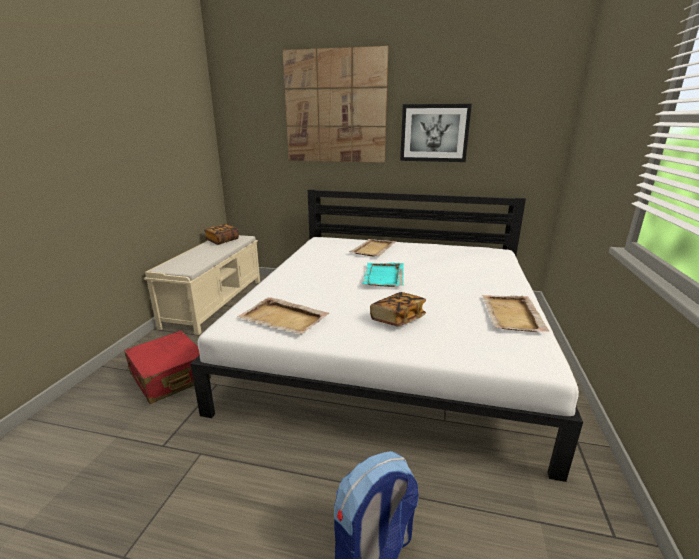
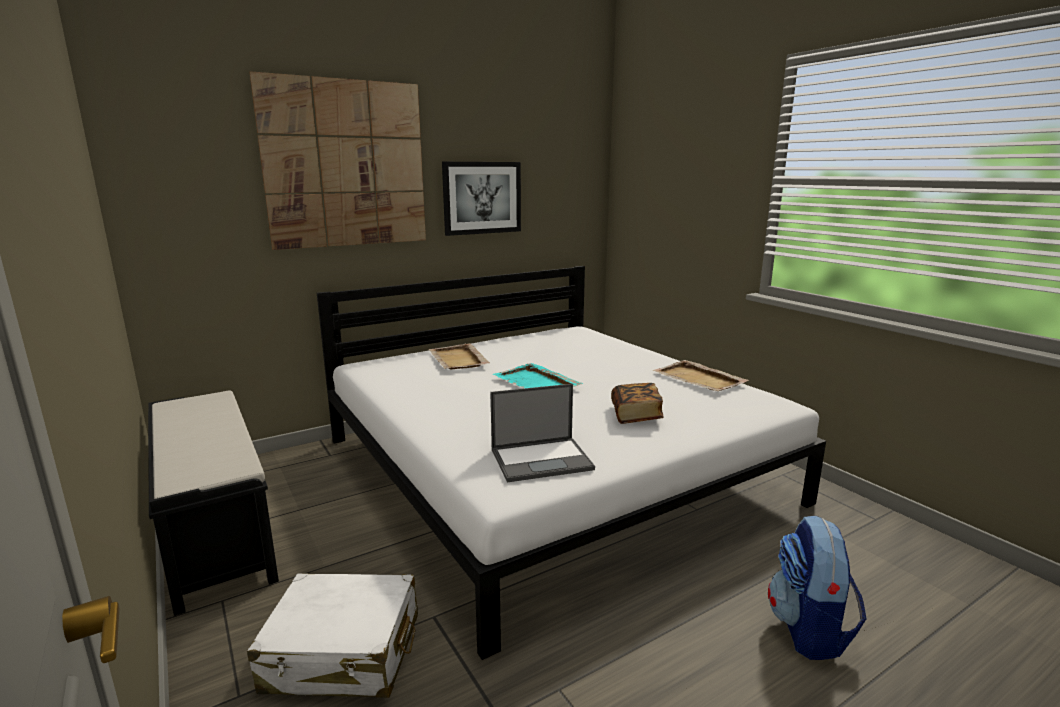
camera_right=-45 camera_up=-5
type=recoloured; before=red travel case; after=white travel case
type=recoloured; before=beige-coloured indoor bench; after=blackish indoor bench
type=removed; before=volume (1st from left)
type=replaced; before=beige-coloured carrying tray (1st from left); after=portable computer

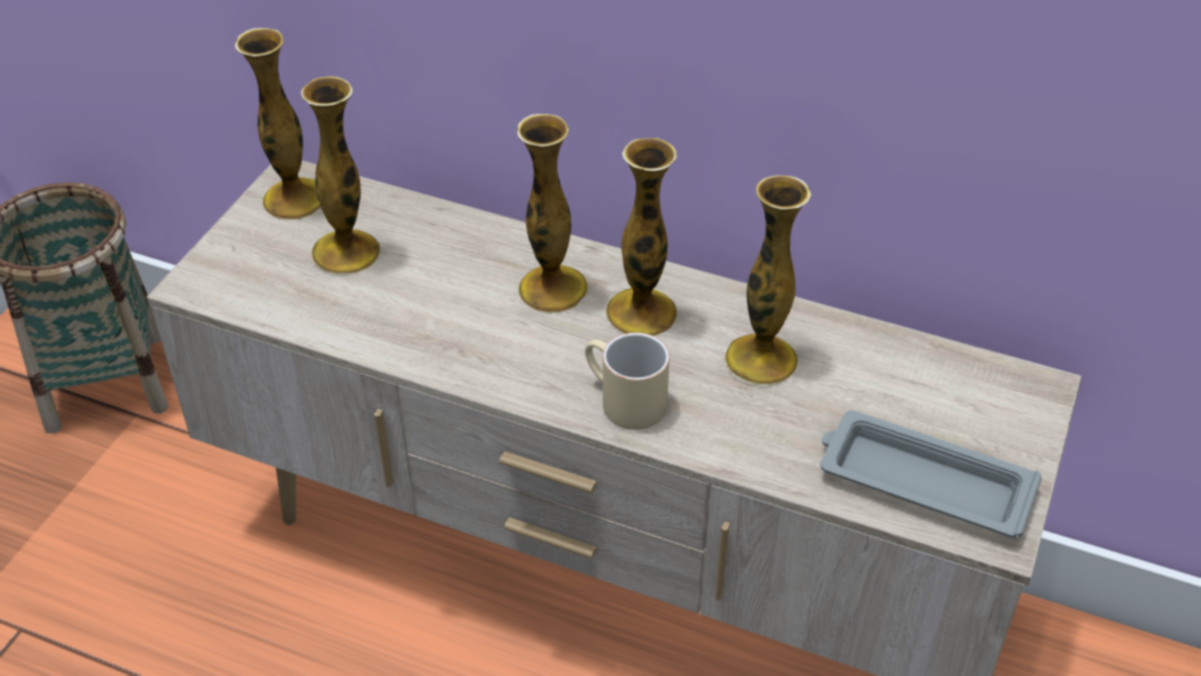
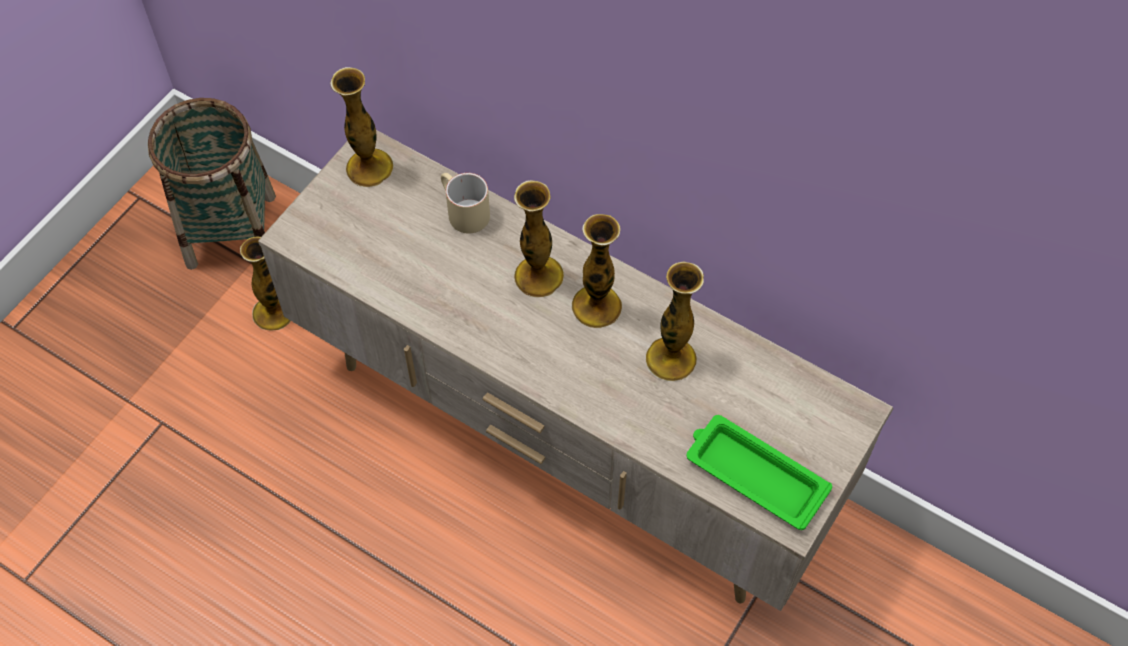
camera_right=10 camera_up=15
type=moved; before=flower vase (2nd from left in the first image); after=flower vase (1st from left)
type=moved; before=beige-coloured coffee mug
type=recoloured; before=greyish carrying tray; after=green carrying tray

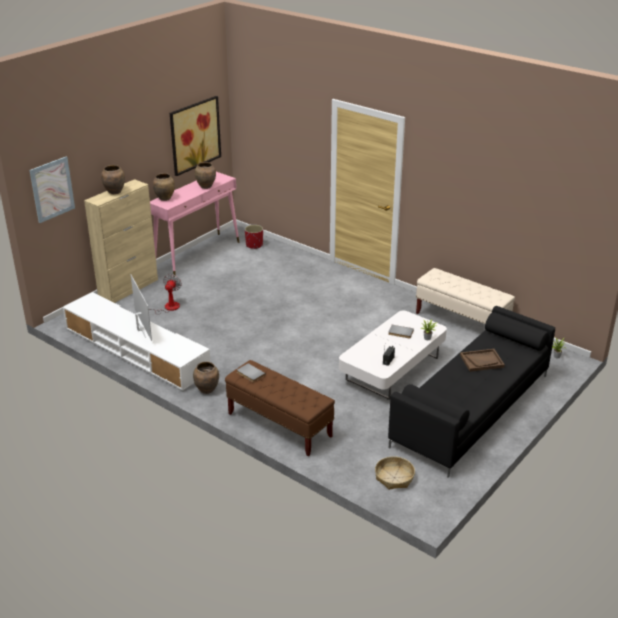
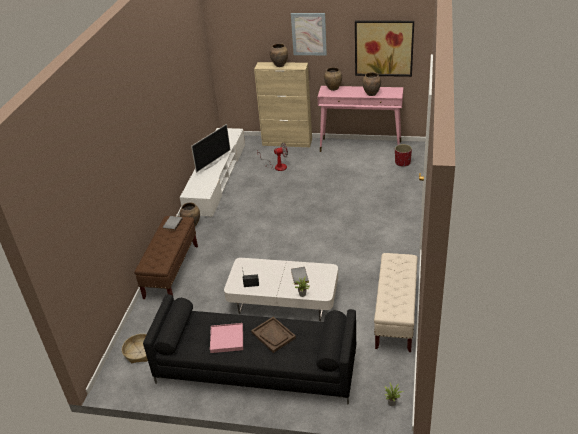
camera_right=65 camera_up=5
type=moved; before=wall picture (1st from left)
type=added; after=pinkish carrying tray

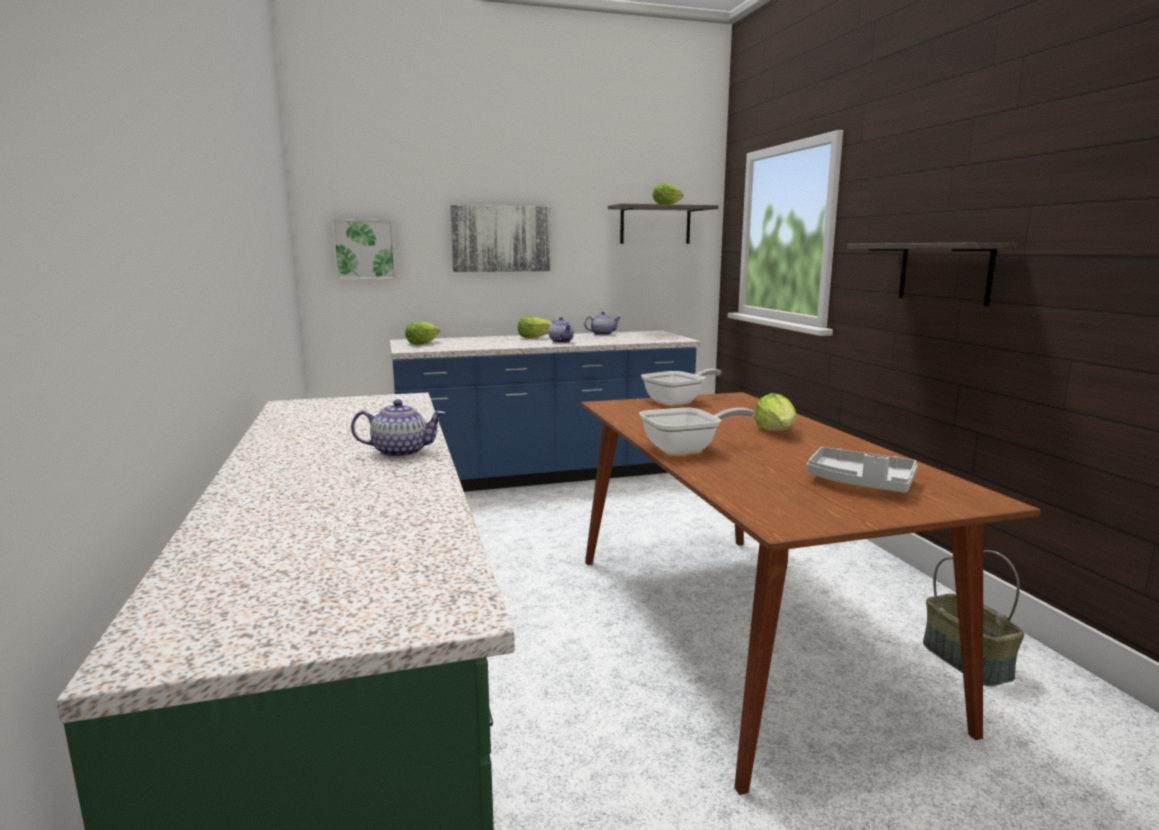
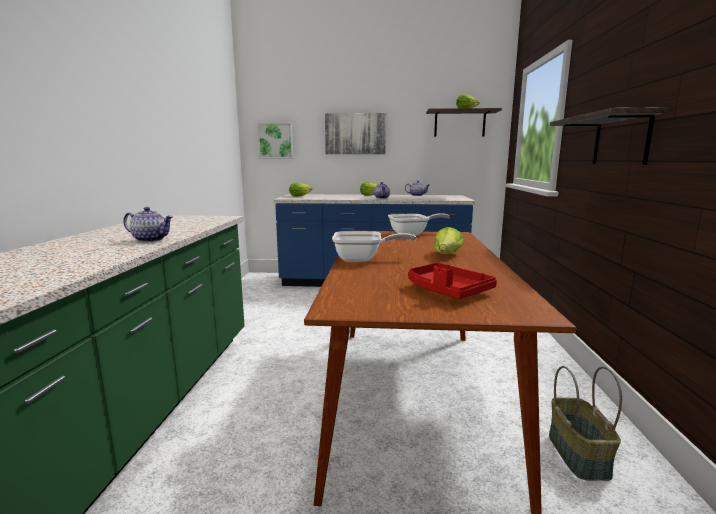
camera_right=20 camera_up=0
type=recoloured; before=greyish carrying tray; after=red carrying tray

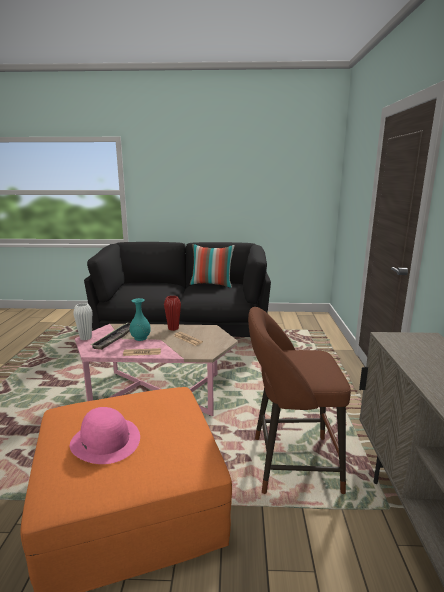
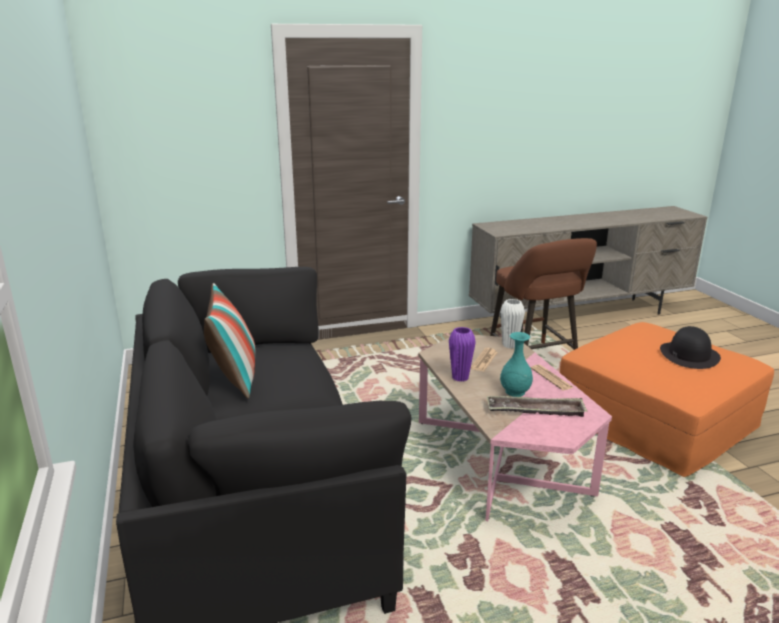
camera_right=-110 camera_up=5
type=recoloured; before=pinkish hat; after=blackish hat
type=moved; before=white flower vase
type=recoloured; before=red flower vase; after=purple flower vase

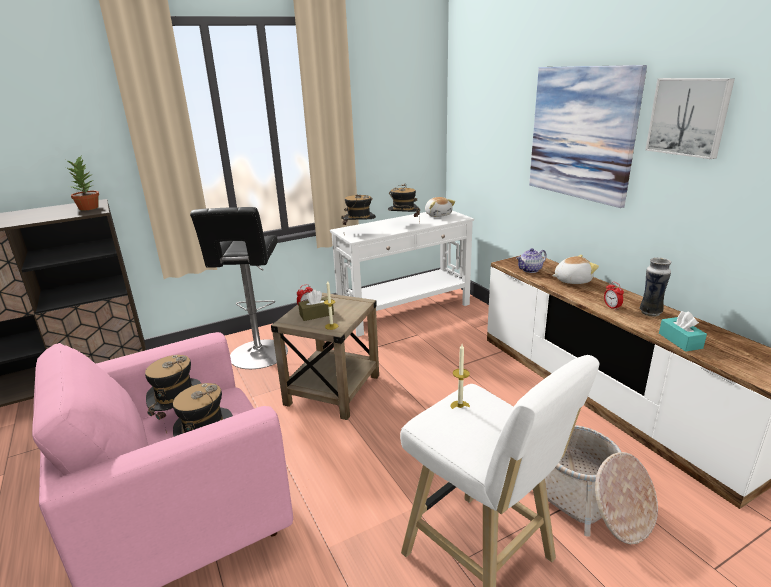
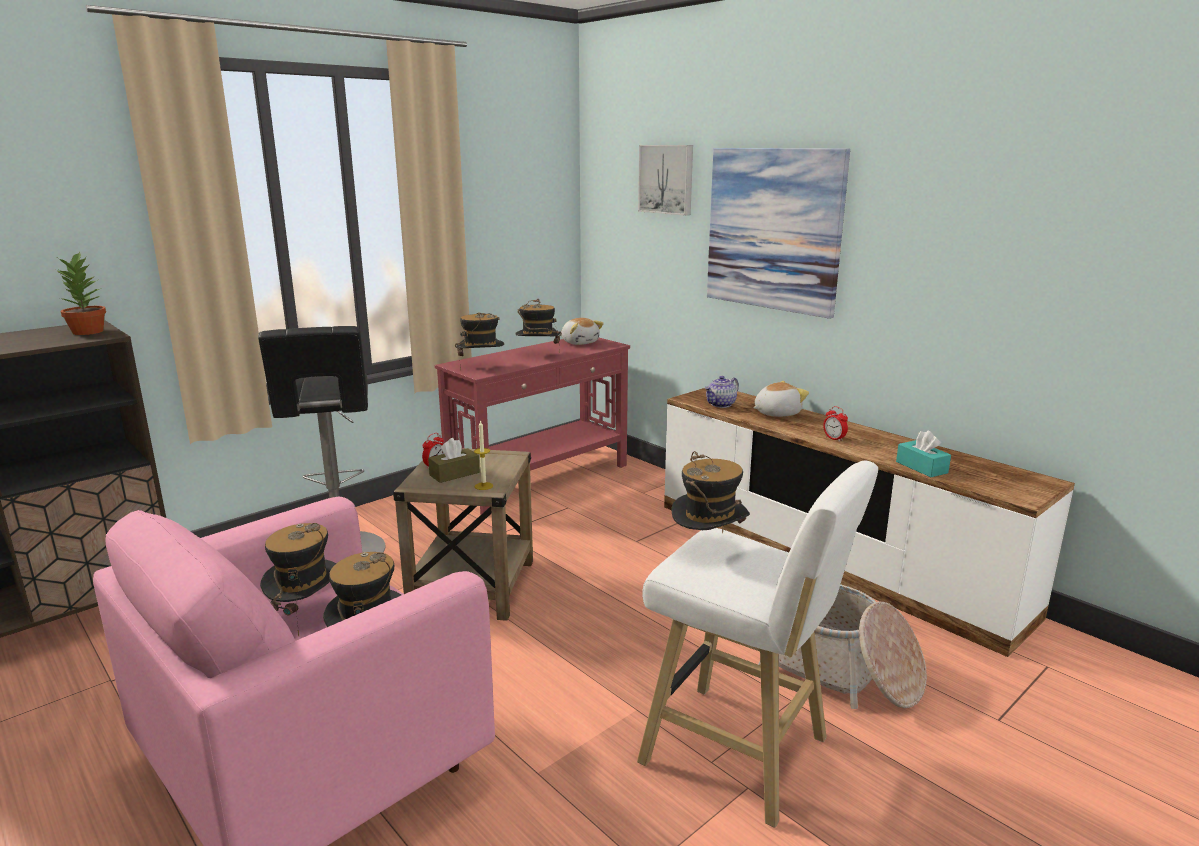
camera_right=-15 camera_up=-5
type=recoloured; before=white hall table; after=red hall table
type=replaced; before=wax candle (2nd from left); after=hat (5th from left)
type=removed; before=flower vase
type=moved; before=wall picture (2nd from left in the first image); after=wall picture (1st from left)

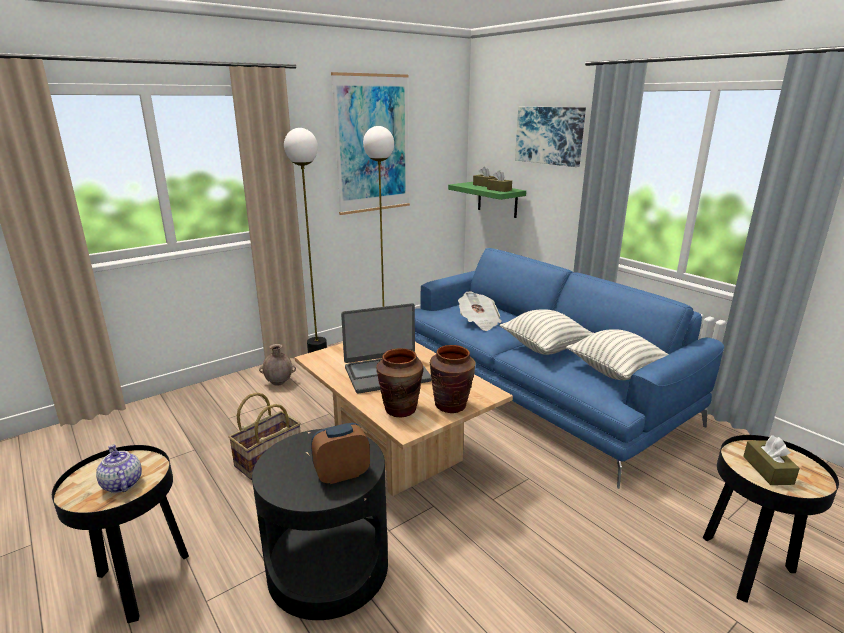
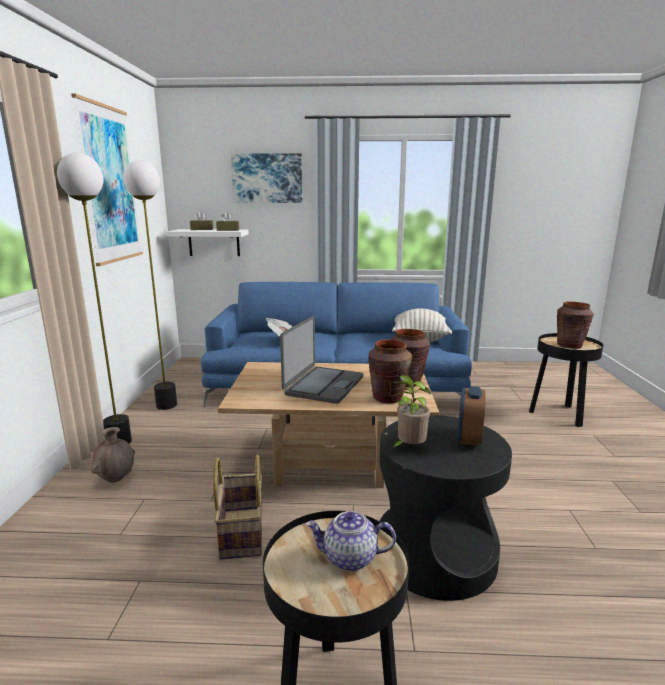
camera_right=-50 camera_up=-5
type=recoloured; before=green bracket shelf; after=white bracket shelf
type=removed; before=throw pillow (1st from left)
type=replaced; before=brown-coloured box of tissues (3rd from left); after=brown-coloured flower vase (4th from left)
type=added; after=plant in a pot

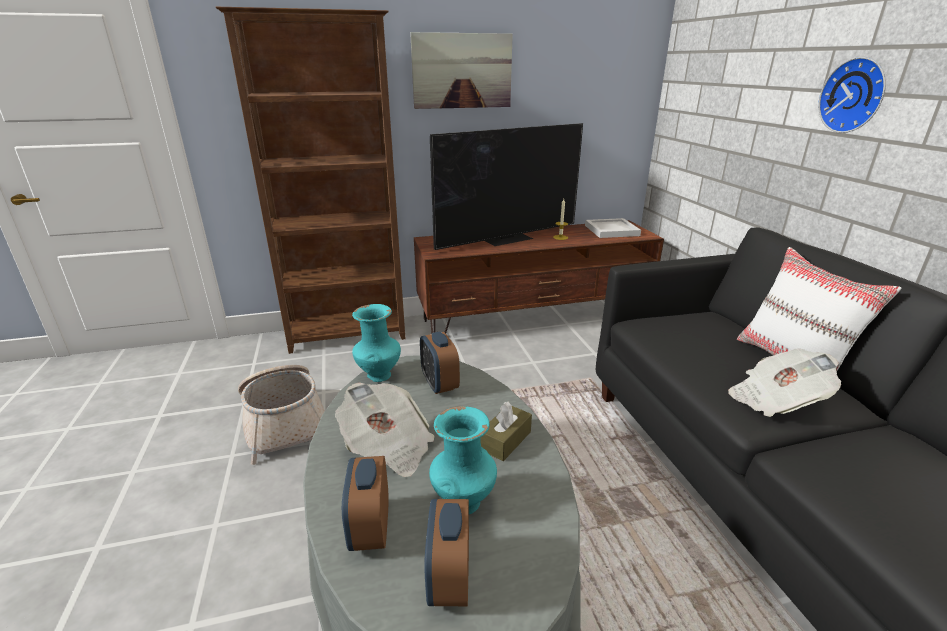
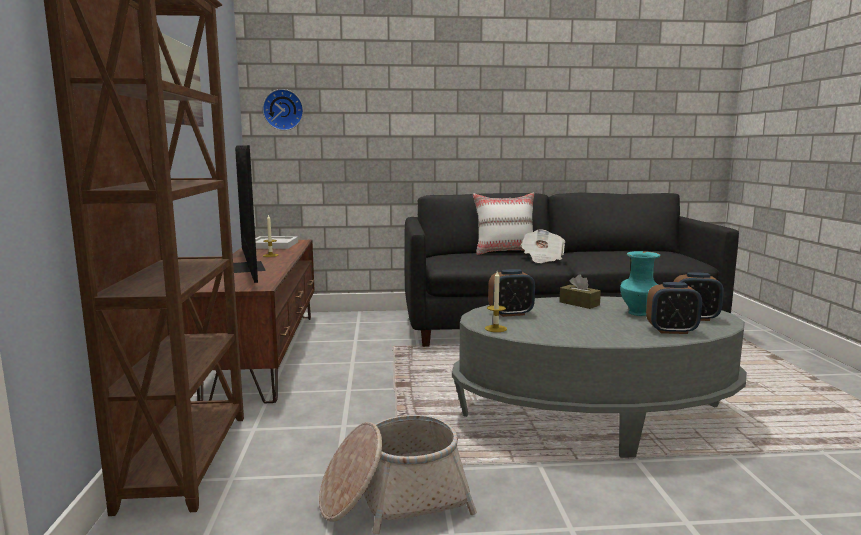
camera_right=-80 camera_up=-15
type=removed; before=daily paper (1st from left)
type=replaced; before=turquoise flower vase (1st from left); after=wax candle (2nd from left)
type=moved; before=hanging clock

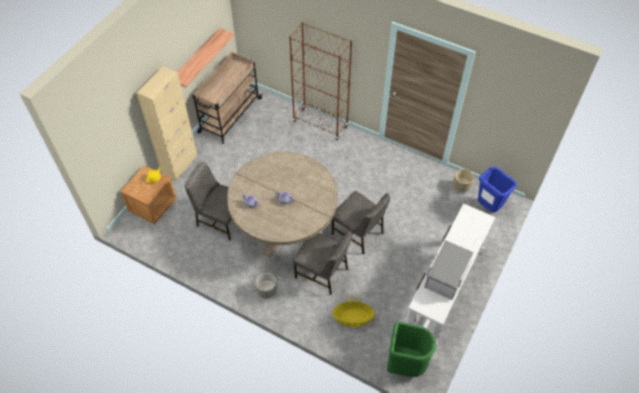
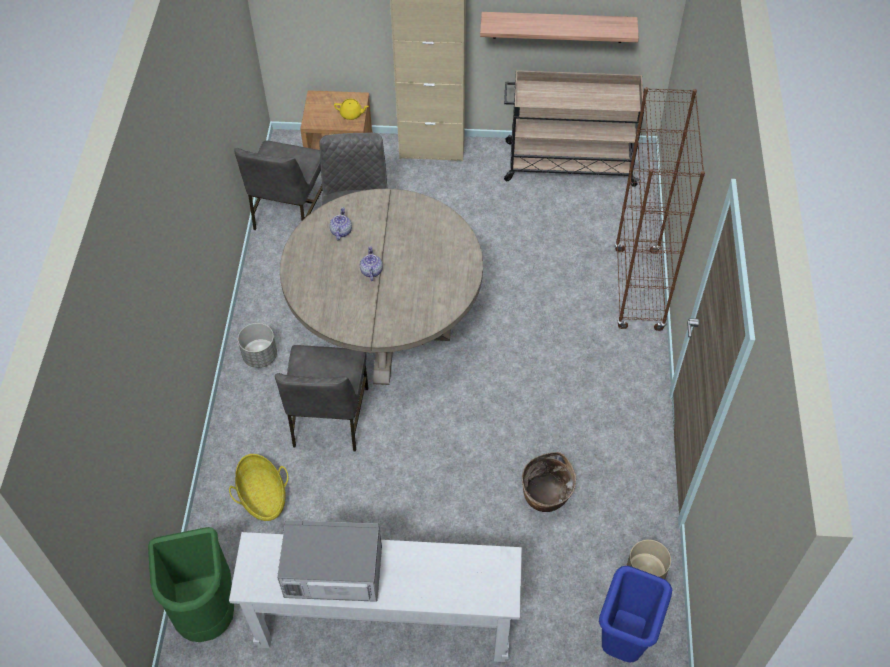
camera_right=65 camera_up=0
type=moved; before=greyish upright chair (3rd from left in the first image); after=greyish upright chair (1st from left)
type=added; after=basket (2nd from left)

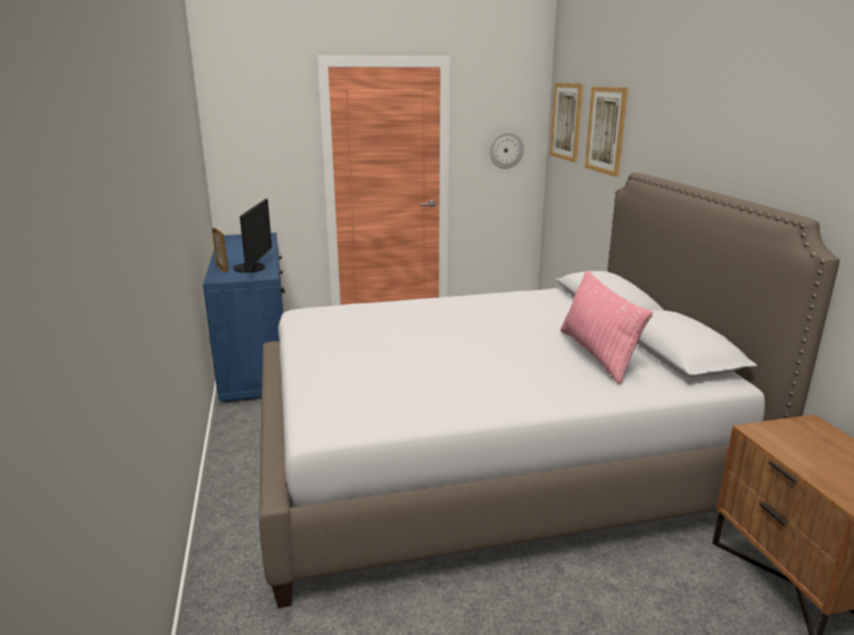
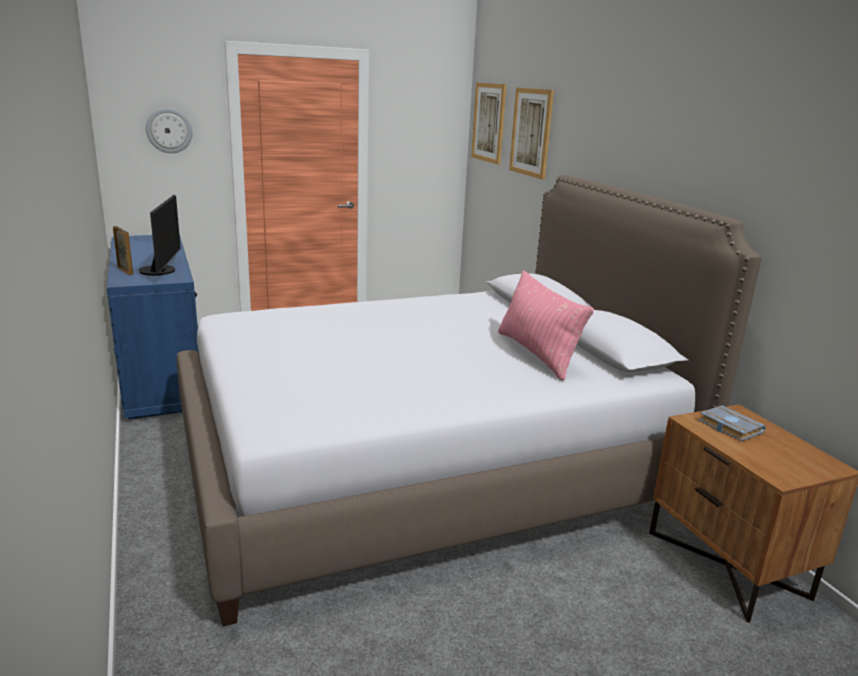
camera_right=-10 camera_up=0
type=moved; before=hanging clock
type=added; after=greyish volume

